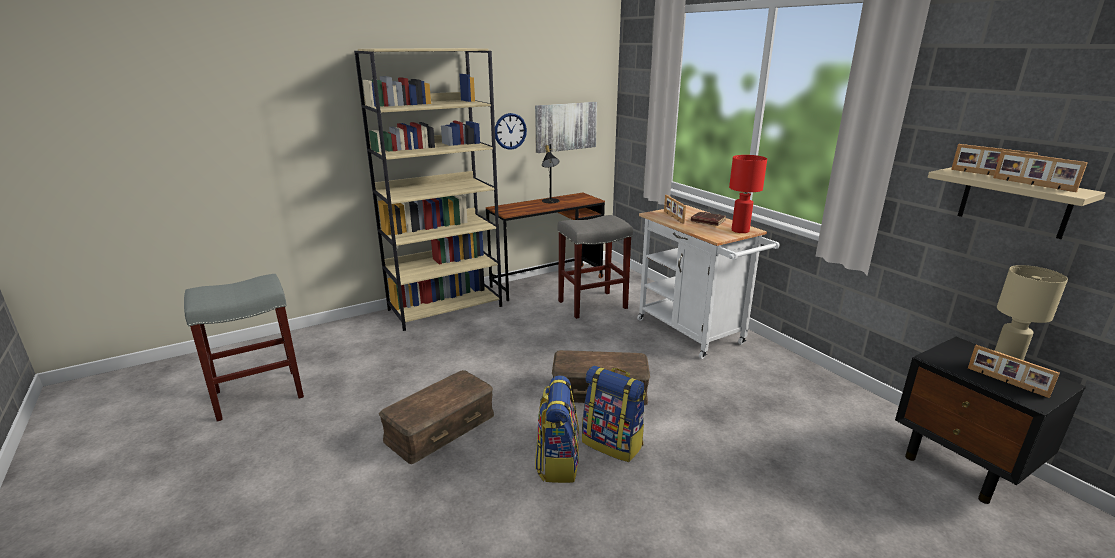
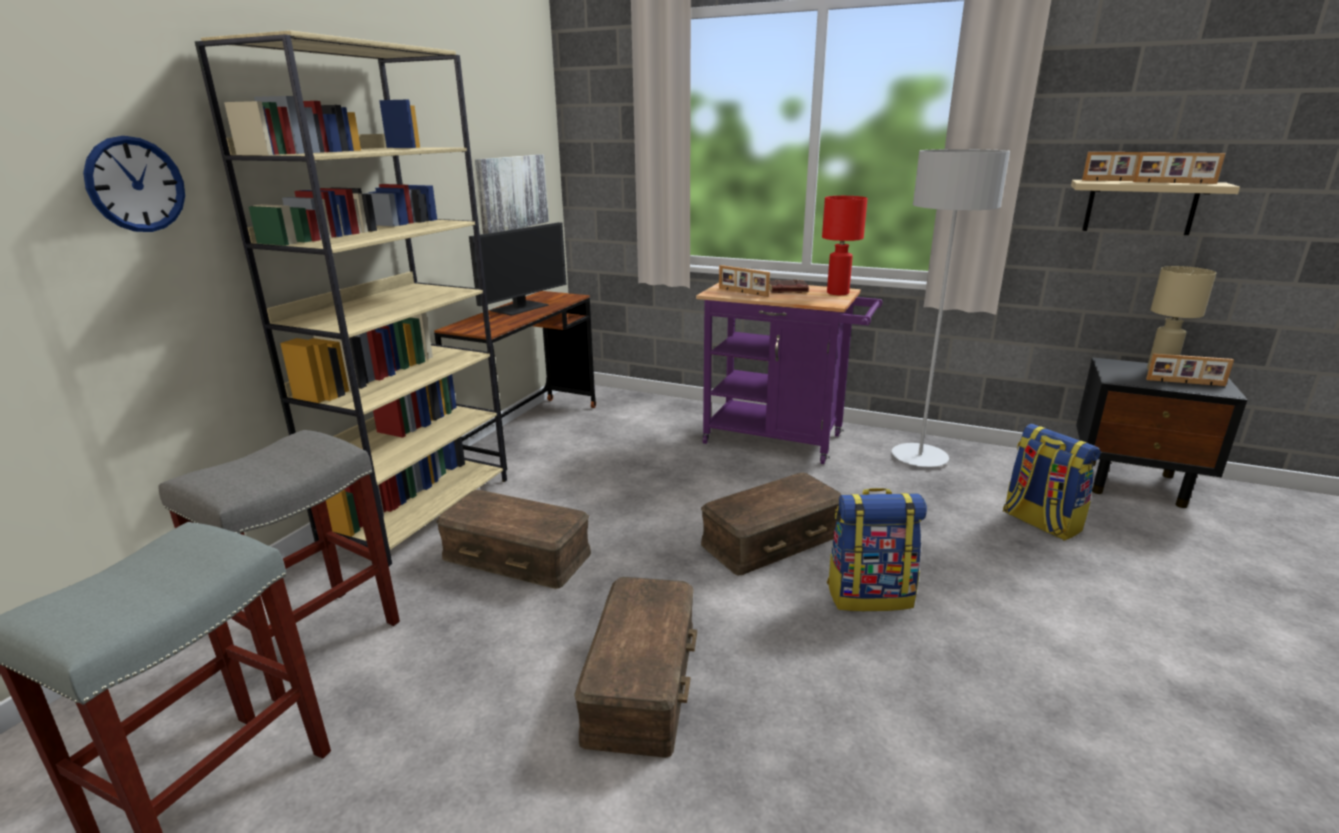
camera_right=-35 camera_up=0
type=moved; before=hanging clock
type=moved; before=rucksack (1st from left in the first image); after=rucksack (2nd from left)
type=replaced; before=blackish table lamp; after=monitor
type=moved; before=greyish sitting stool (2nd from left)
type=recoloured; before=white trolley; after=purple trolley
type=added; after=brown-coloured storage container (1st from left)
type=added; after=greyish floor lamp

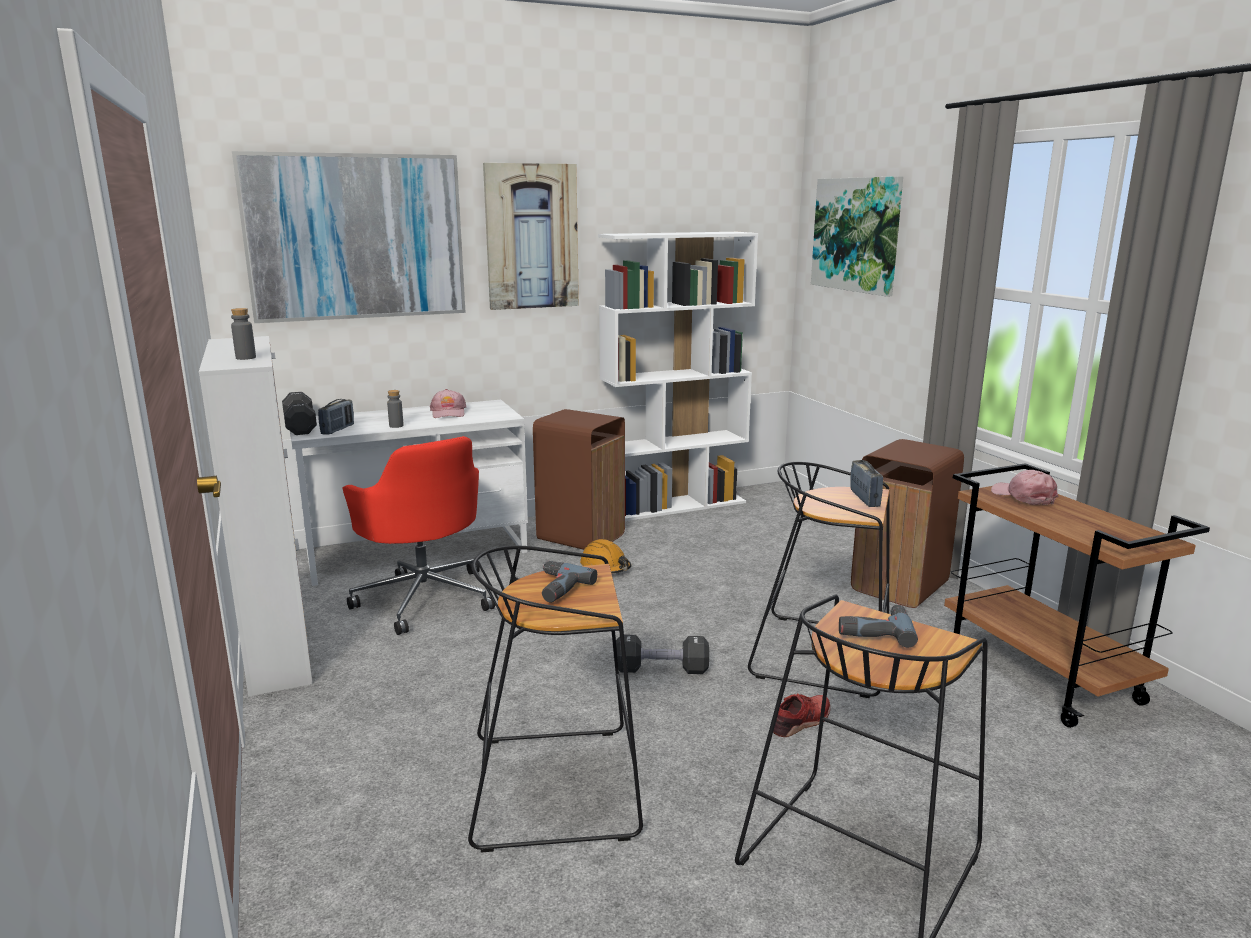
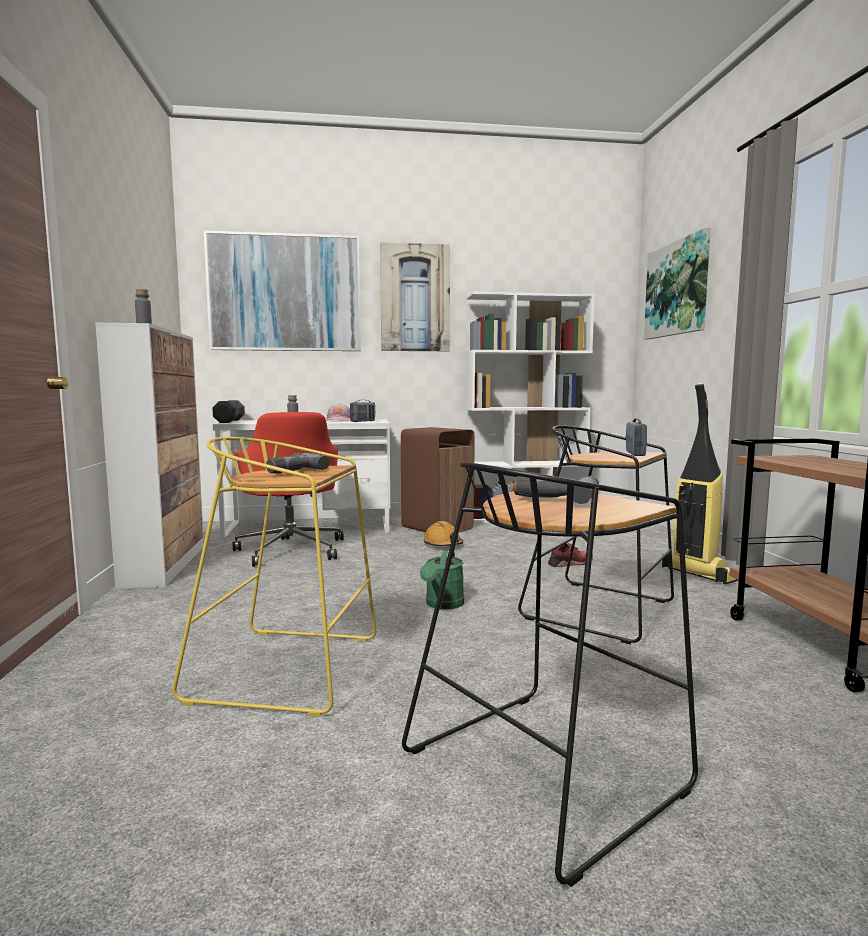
camera_right=15 camera_up=-10
type=moved; before=radio (1st from left)
type=recoloured; before=blackish sitting stool (1st from left); after=yellow sitting stool
type=replaced; before=blackish free weight (2nd from left); after=green watering can
type=moved; before=red item of footwear
type=replaced; before=brown-coloured rubbish bin (2nd from left); after=vacuum cleaner
type=removed; before=pinkish cap (2nd from left)

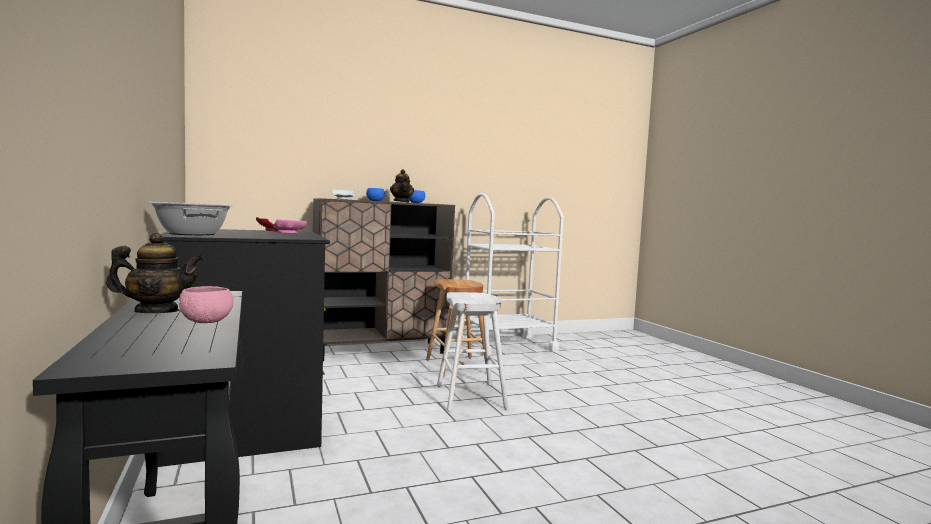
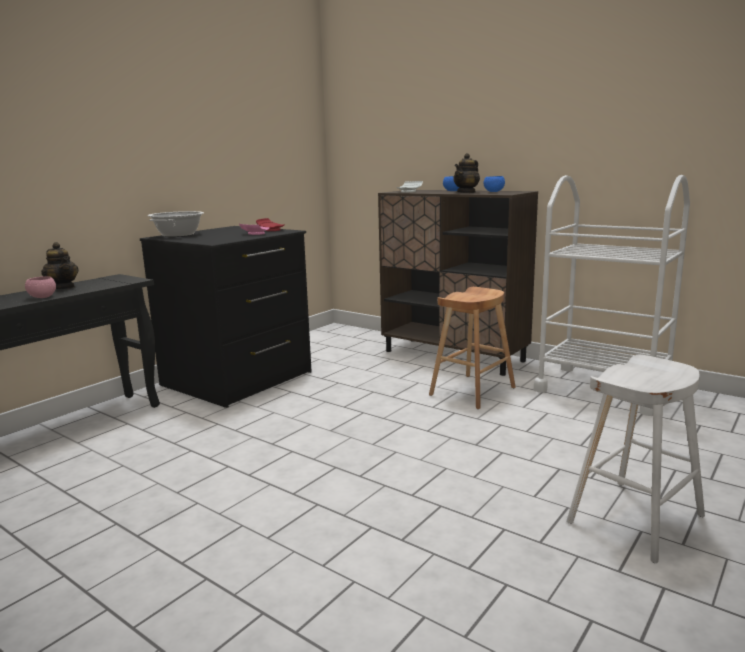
camera_right=60 camera_up=10
type=moved; before=white sitting stool

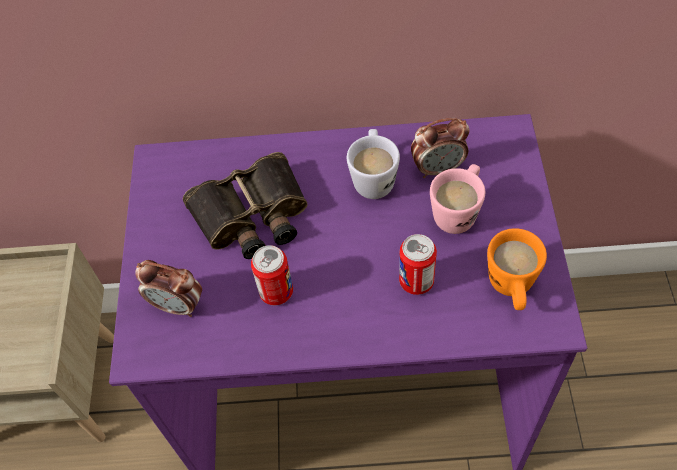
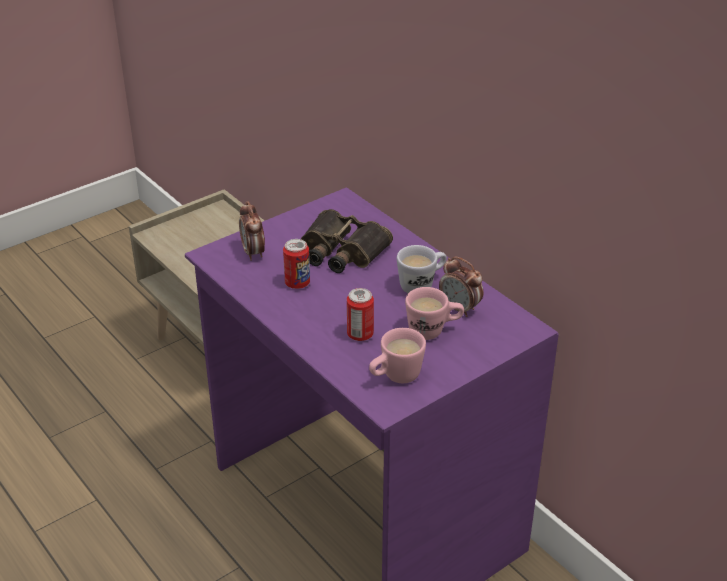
camera_right=50 camera_up=-20
type=recoloured; before=orangey coffee mug; after=pinkish coffee mug (1st from left)

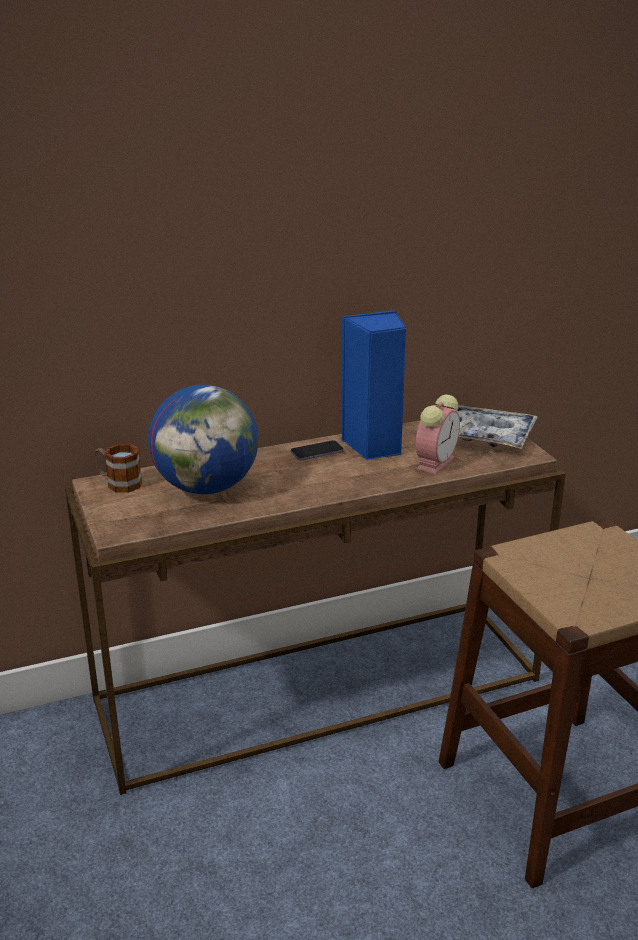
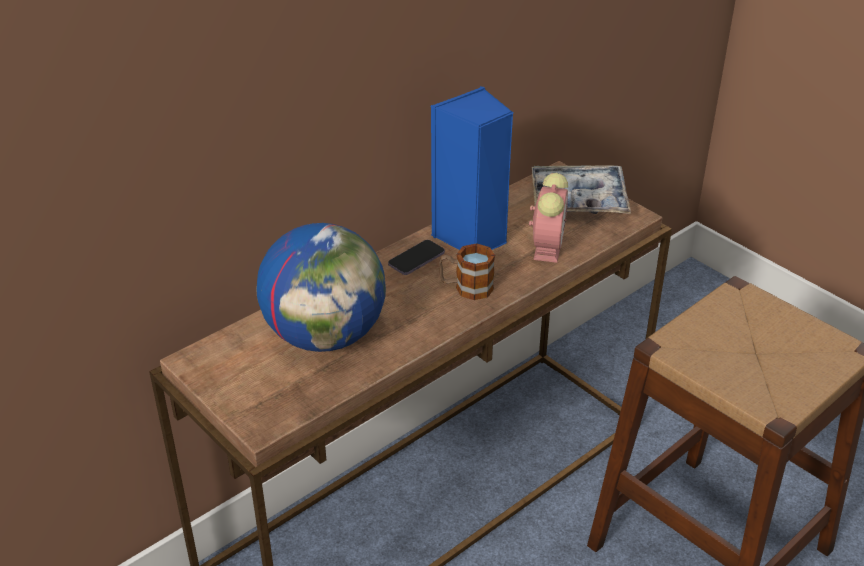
camera_right=-20 camera_up=10
type=moved; before=coffee mug

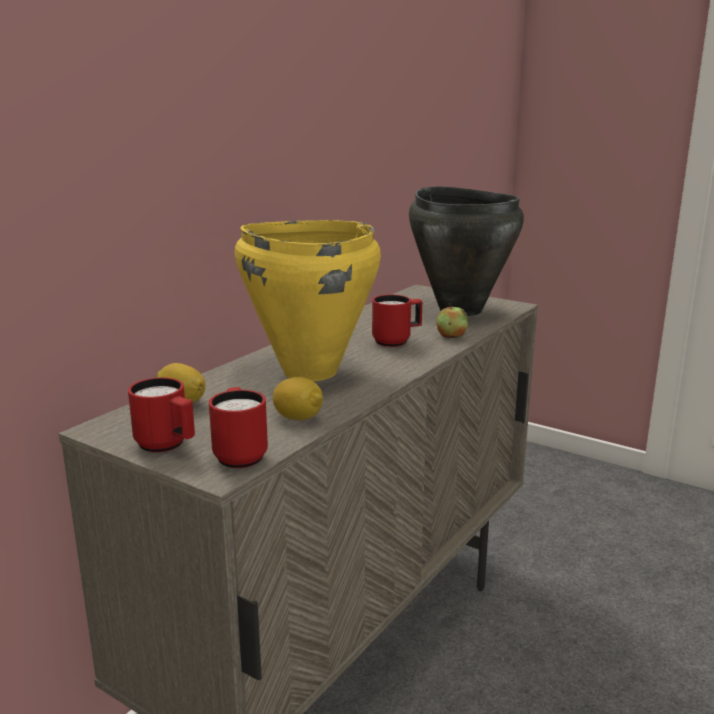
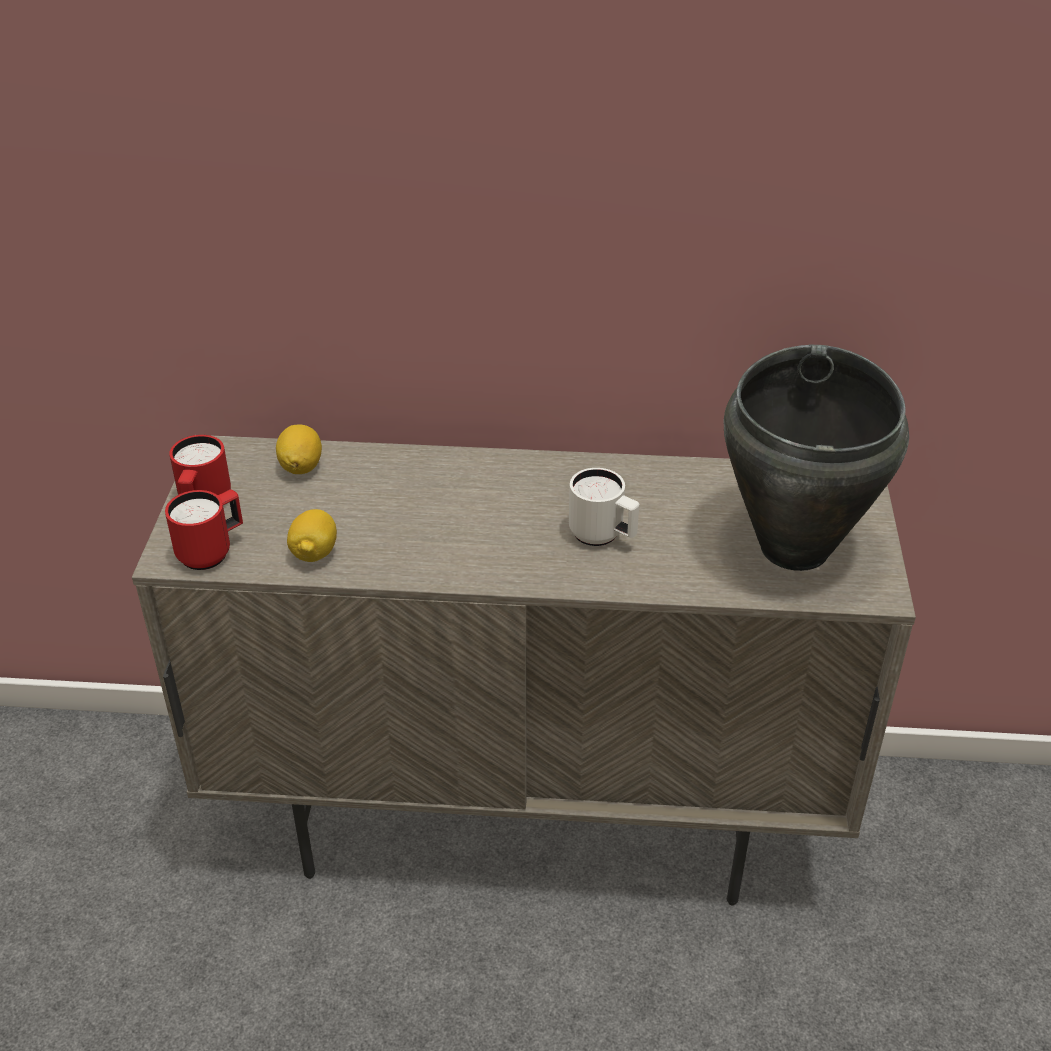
camera_right=60 camera_up=20
type=removed; before=yellow stockpot
type=recoloured; before=red coffee mug (3rd from left); after=white coffee mug
type=removed; before=whole apple

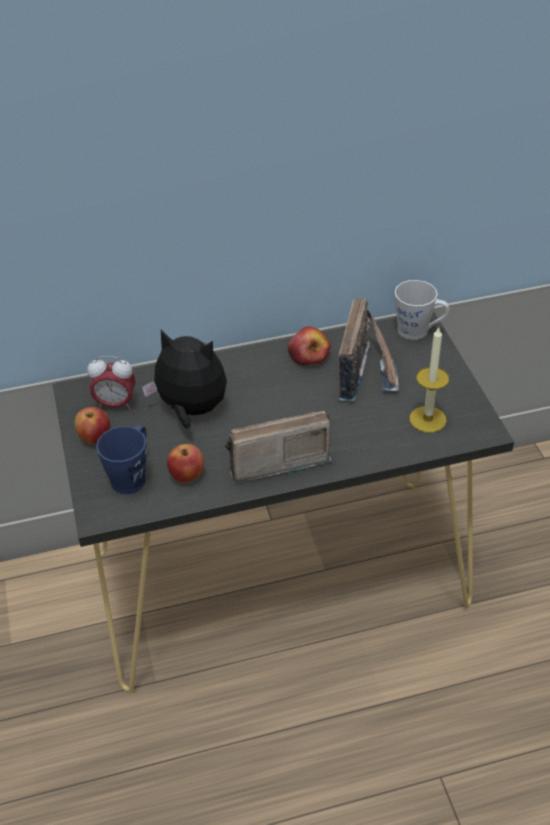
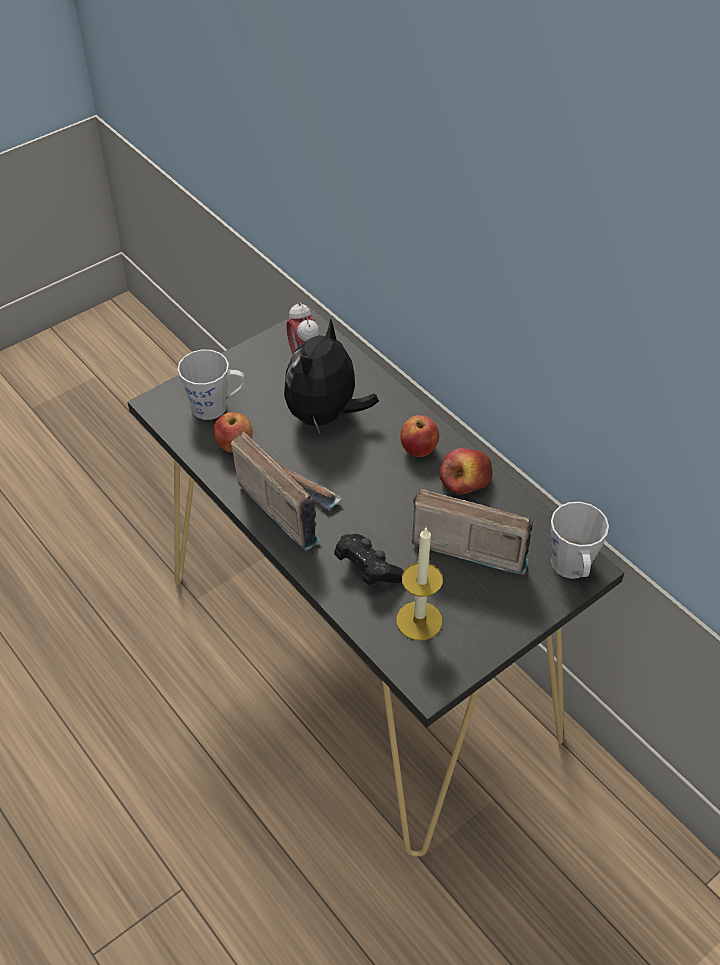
camera_right=65 camera_up=5
type=moved; before=whole apple (1st from left in the first image); after=whole apple (2nd from left)
type=recoloured; before=blue-coloured coffee mug; after=greyish coffee mug (1st from left)
type=turned; before=cuddly toy; turn=-150
type=turned; before=radio (2nd from left); turn=-150
type=added; after=blackish gamepad

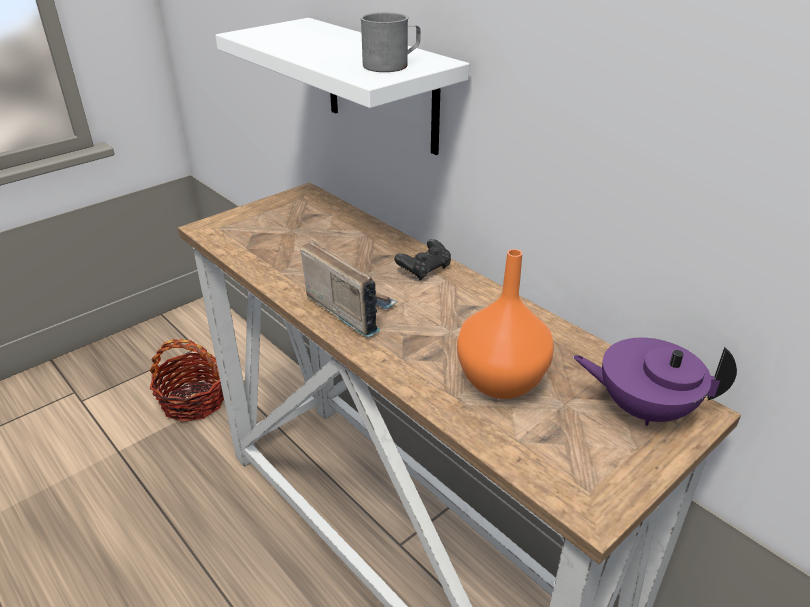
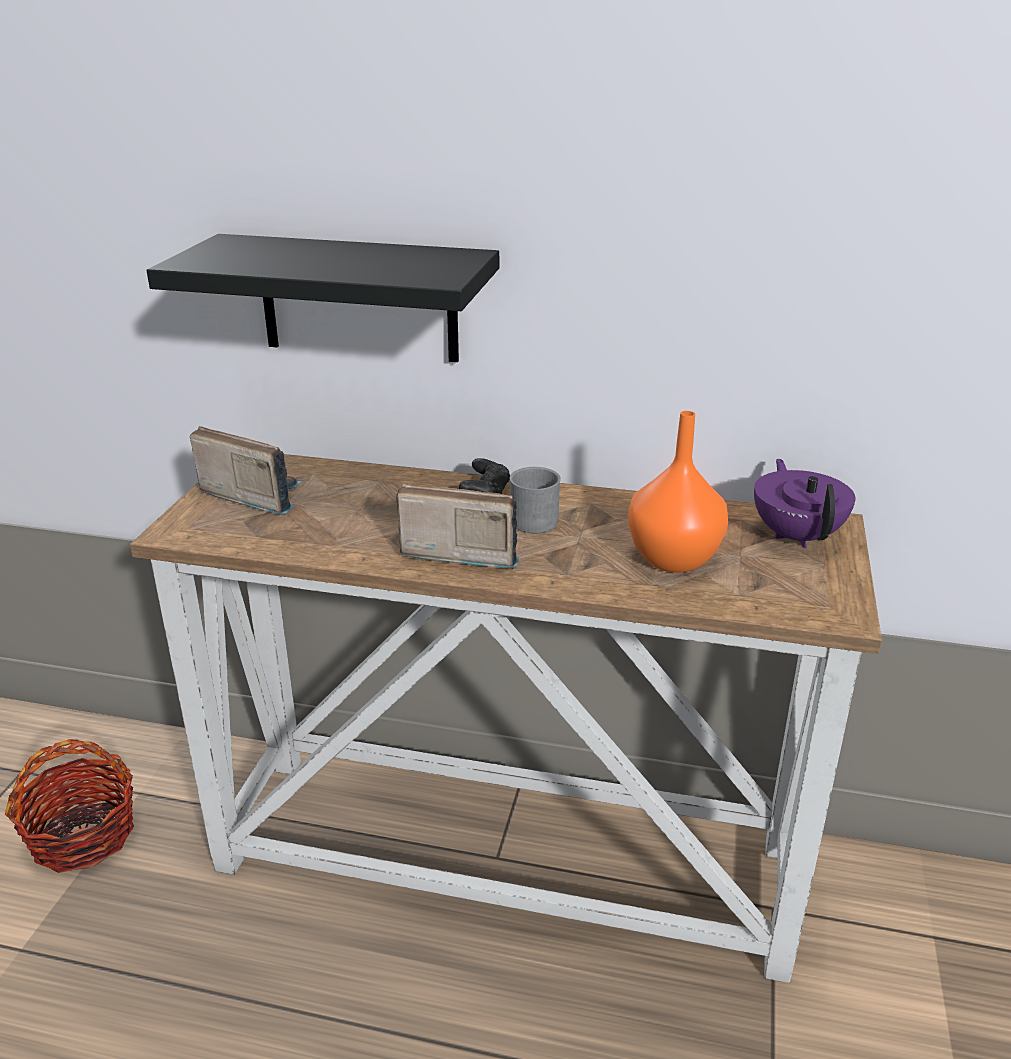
camera_right=-35 camera_up=-5
type=recoloured; before=white bracket shelf; after=blackish bracket shelf
type=moved; before=greyish coffee mug
type=turned; before=purple pot for tea; turn=105
type=added; after=radio (1st from left)

